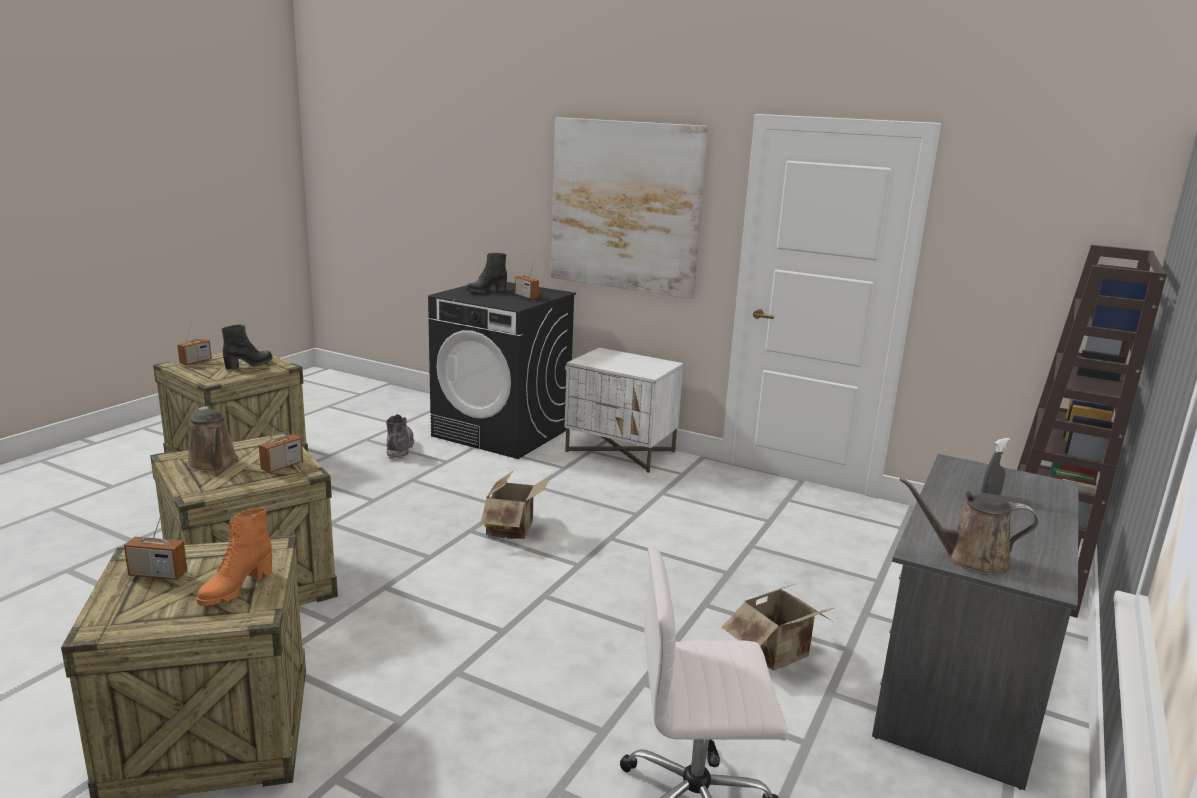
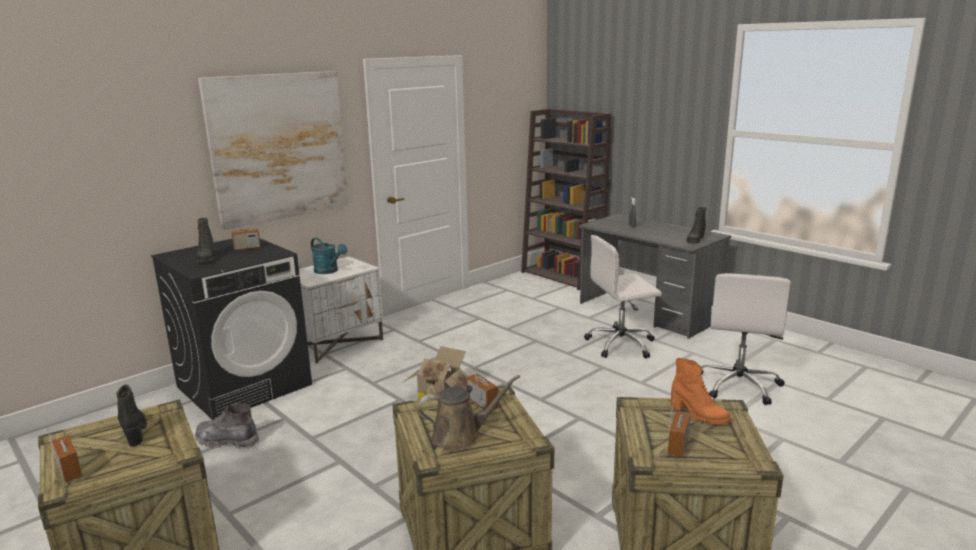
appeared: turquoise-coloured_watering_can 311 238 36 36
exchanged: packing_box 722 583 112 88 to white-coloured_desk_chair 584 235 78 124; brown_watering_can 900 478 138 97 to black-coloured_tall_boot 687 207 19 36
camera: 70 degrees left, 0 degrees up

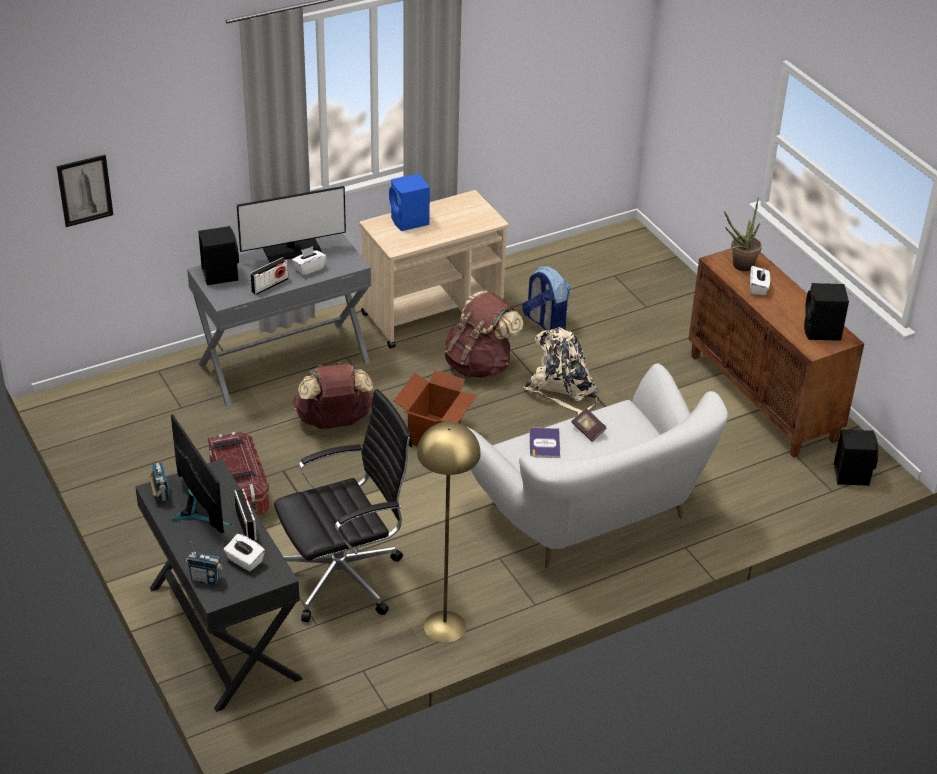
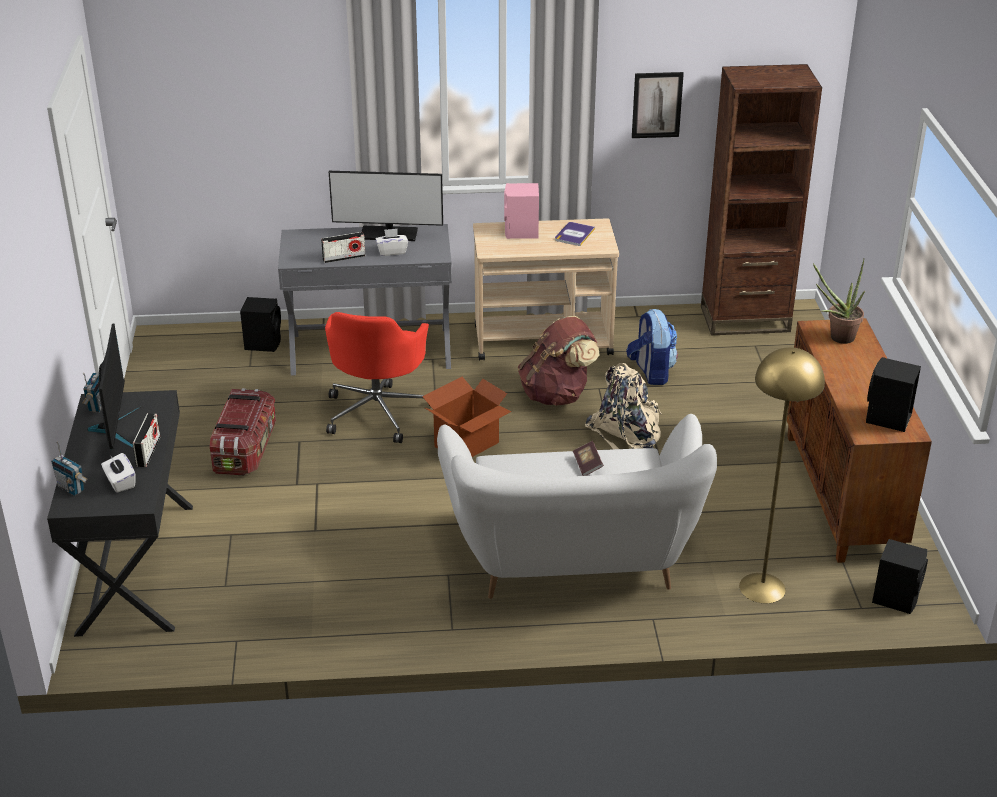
missing: black-coloured_desk_chair 274 389 138 233; white-coloured_box_of_tissues 750 266 20 29
appeared: brown_shelving_unit 701 64 121 271
relocated: wall_picture 57 155 56 72 to 632 72 52 66; black-coloured_loudspeaker 198 226 41 59 to 240 297 41 55; yellow_floor_lamp 417 422 64 221 to 739 347 86 257; volume 530 428 30 30 to 555 222 40 24
exchanged: brown_knapsack 293 362 80 67 to red_desk_chair 325 312 105 131
colour: bluish_loudspeaker 389 174 41 57 to pink-coloured_loudspeaker 504 183 35 56
camera: 25 degrees right, 5 degrees down

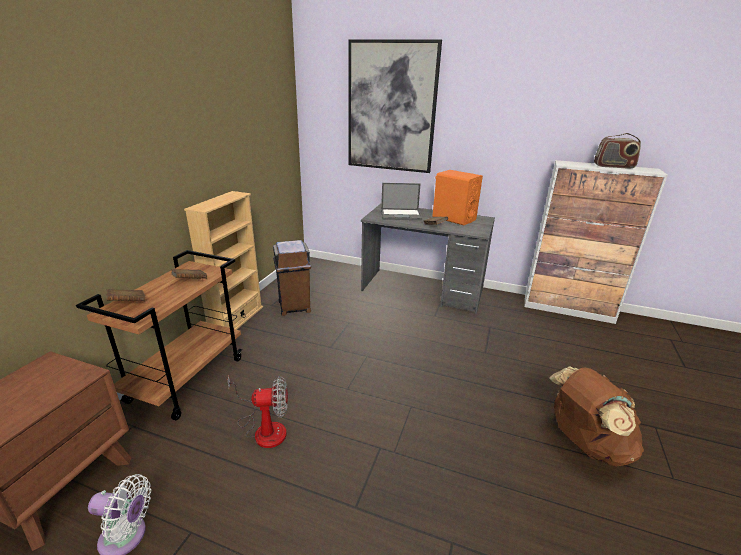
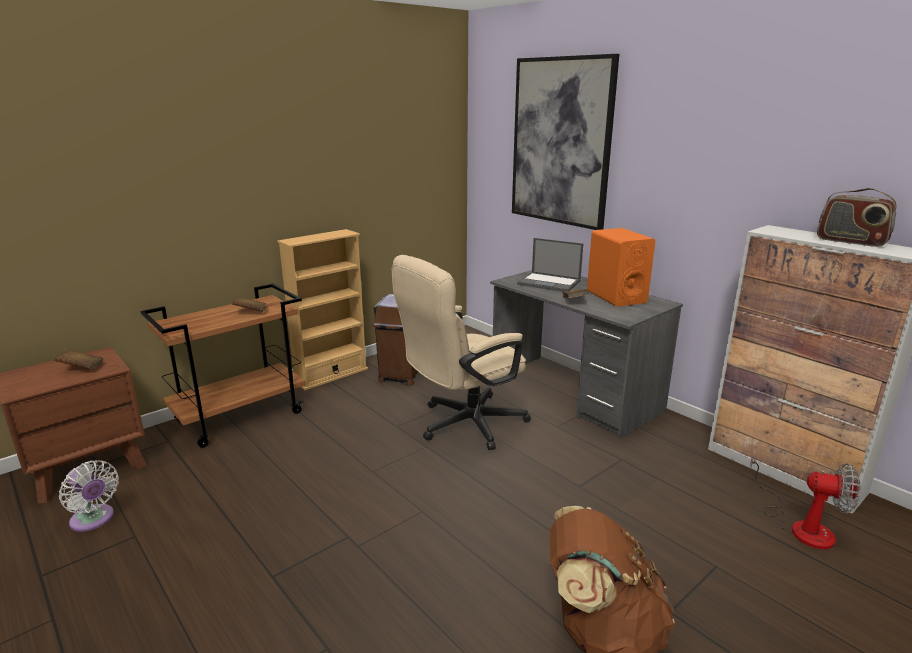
appeared: sand-coloured_desk_chair 392 255 139 195
relocated: brown_volume 106 289 39 12 to 55 350 49 20; electric_fan 227 376 61 72 to 750 453 110 96
camera: 30 degrees right, 5 degrees down

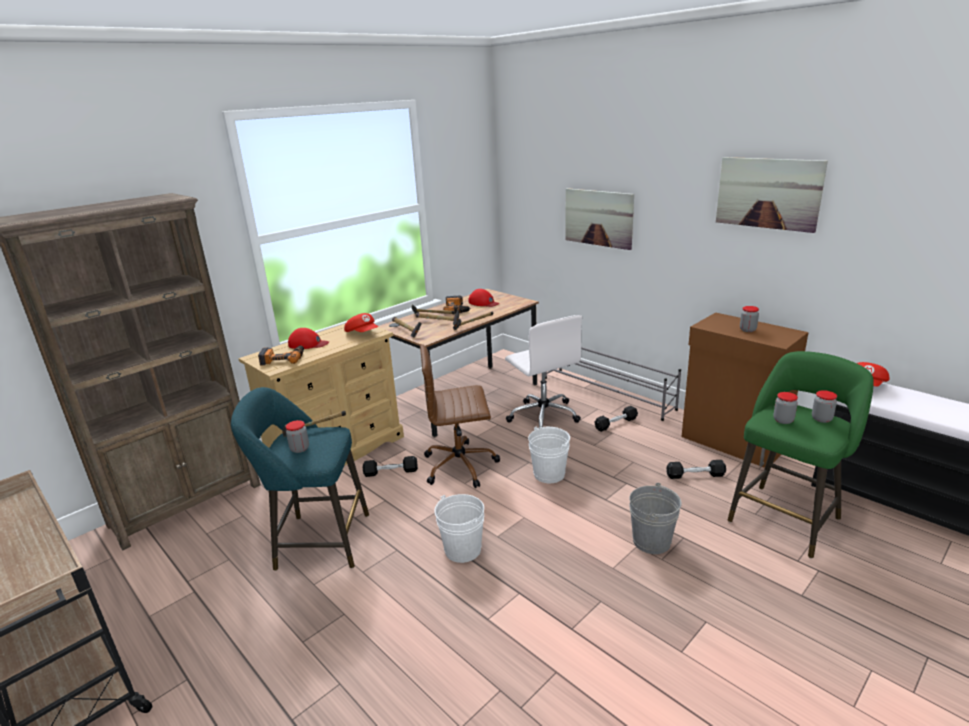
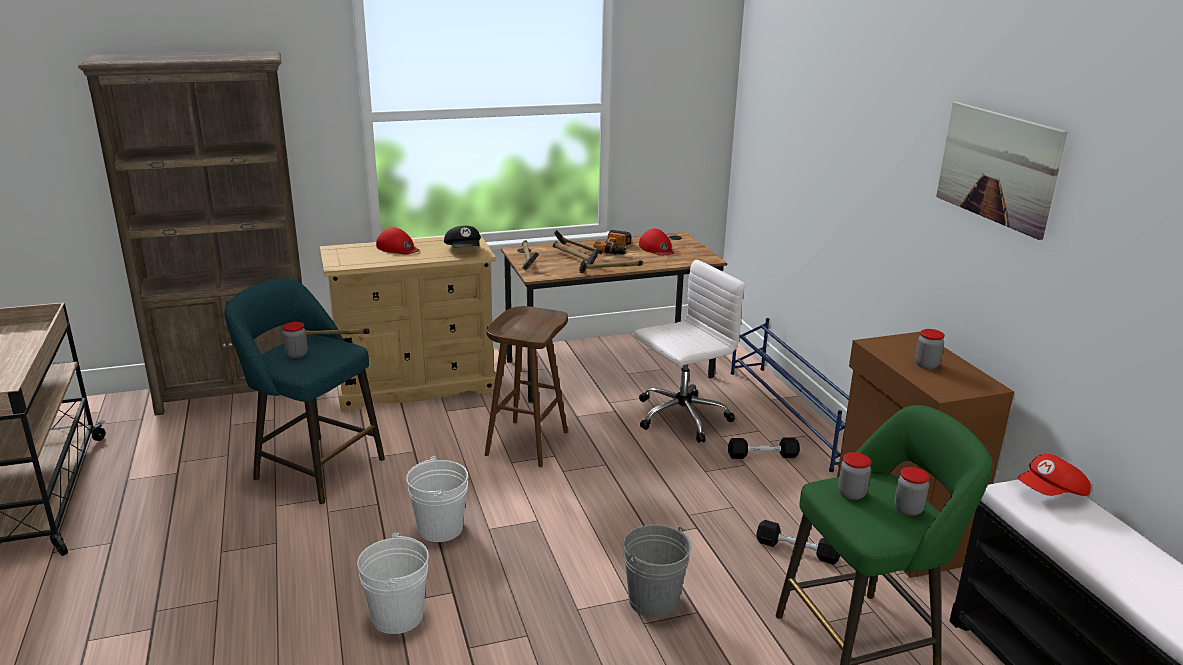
missing: drill 258 345 46 20; black-coloured_free_weight 363 456 55 21; wall_picture 565 188 69 62
relocated: white-coloured_pail 528 427 42 56 to 357 533 72 101
exchanged: brown_desk_chair 420 344 80 144 to brown_stool 485 306 83 161
colour: red_cap 344 313 35 19 to black-coloured_cap 444 226 37 22; grey_shoe_rack 545 347 136 74 to bluish_shoe_rack 731 318 118 154
spun: white-coloured_desk_chair 505 315 77 114 = 634 260 111 183 120 degrees counterclockwise
camera: 25 degrees right, 0 degrees up

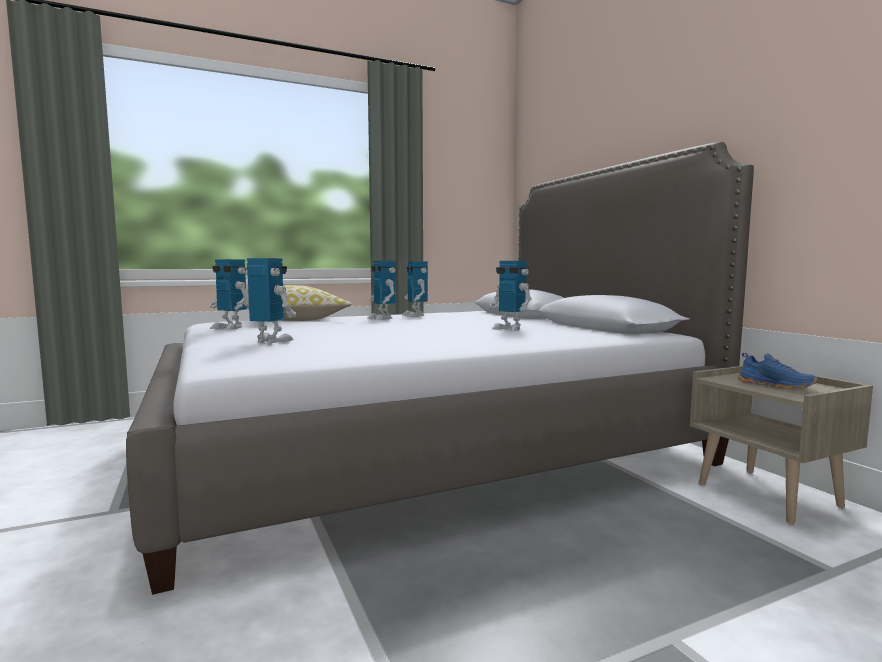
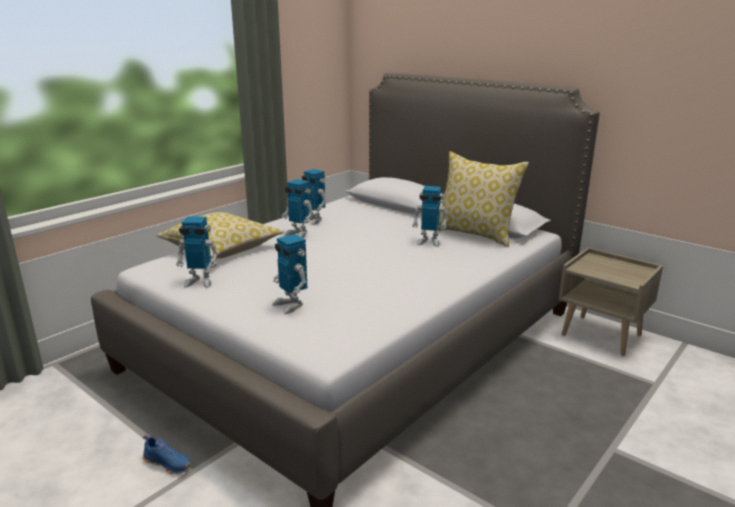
appeared: pillow 437 151 92 96
relocated: bluish_item_of_footwear 738 353 79 36 to 143 435 49 39
spun: model_robot 244 258 52 85 = 272 234 35 80 120 degrees counterclockwise
camera: 25 degrees left, 15 degrees up

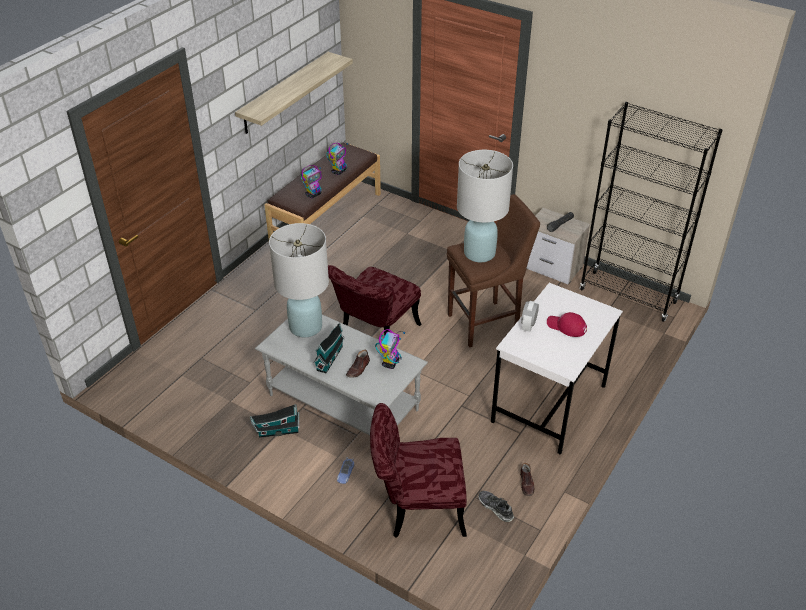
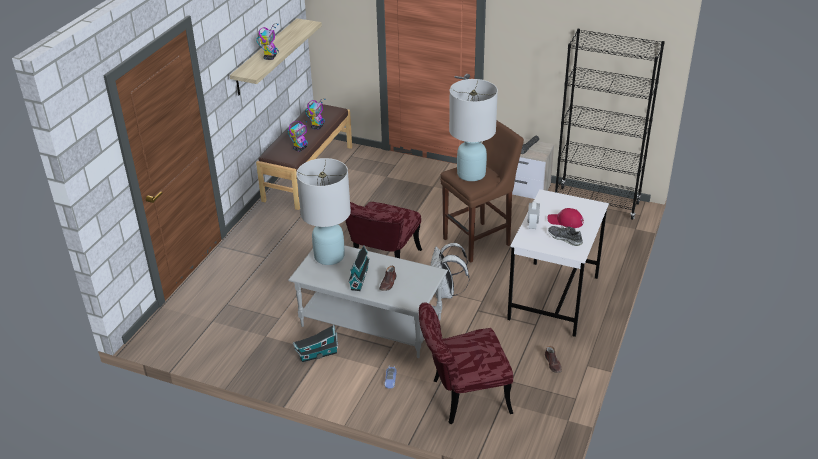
appeared: white-coloured_knapsack 430 243 40 56
relocated: model_robot 375 329 30 40 to 256 24 23 36; item_of_footwear 478 491 36 31 to 548 226 35 20
camera: 10 degrees left, 5 degrees down

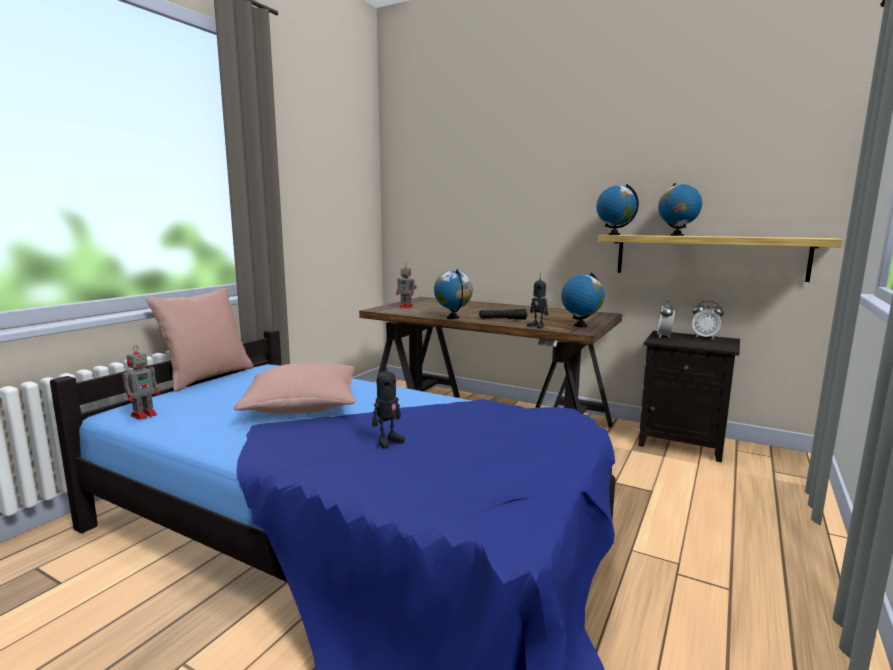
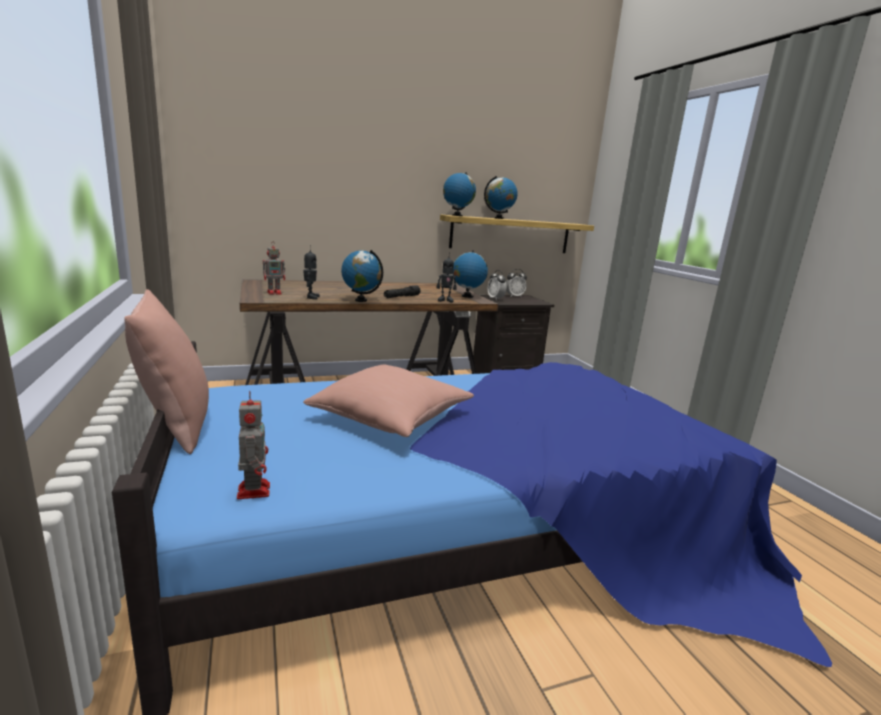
relocated: model_robot 372 360 33 89 to 303 245 17 55
camera: 50 degrees left, 5 degrees up

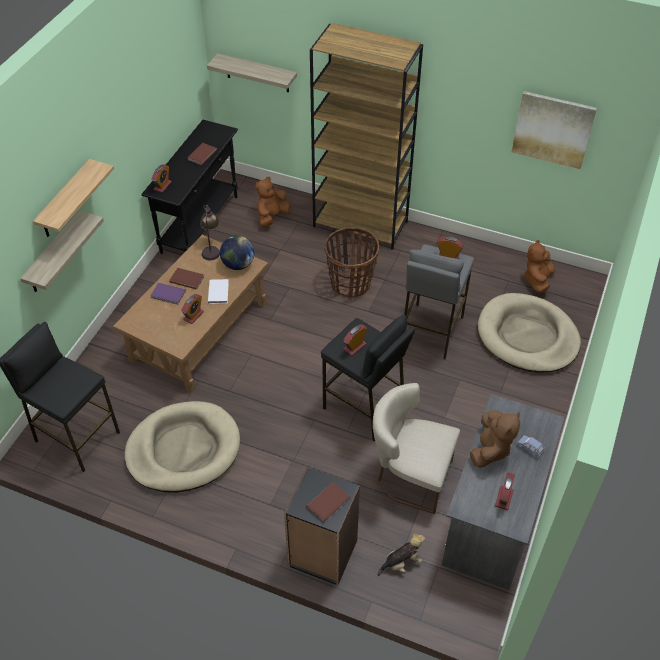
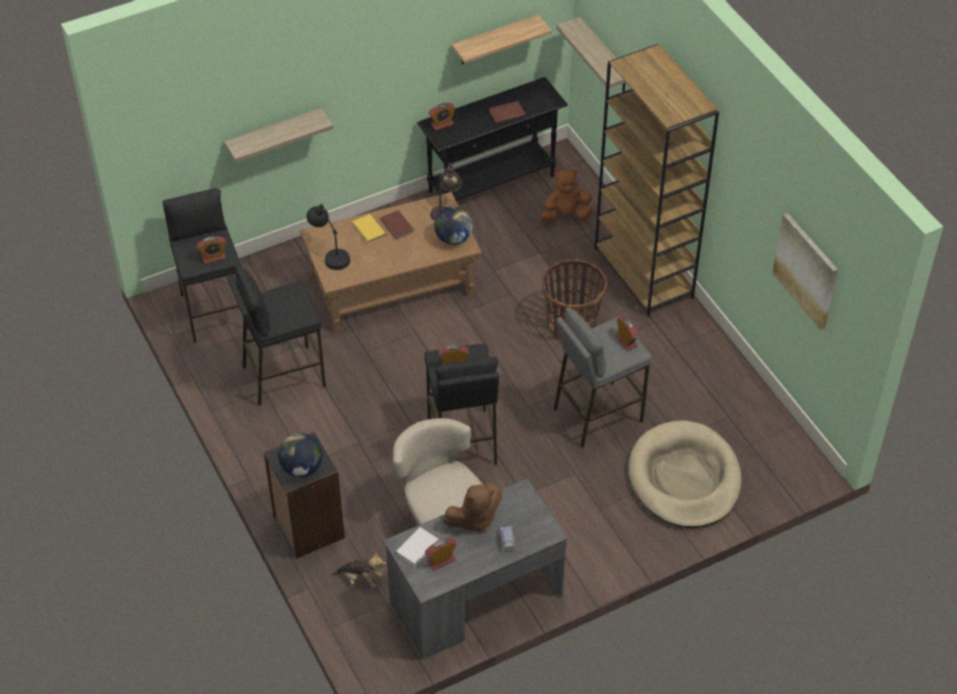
missing: brown_plush_toy 523 240 32 53
appeared: black-coloured_lamp_for_a_table 306 204 44 66
relocated: shelf 33 159 81 78 to 452 15 100 49; alarm_clock 181 294 23 30 to 197 236 29 28; white-coloured_volume 208 279 21 25 to 396 527 43 39
exchanged: sand-coloured_dog_bed 125 401 115 92 to black-coloured_stool 227 265 99 141; brown_volume 306 482 44 40 to globe 278 433 45 44
colour: purple-coloured_volume 150 283 36 22 to yellow_volume 352 214 34 30
camera: 40 degrees right, 0 degrees up

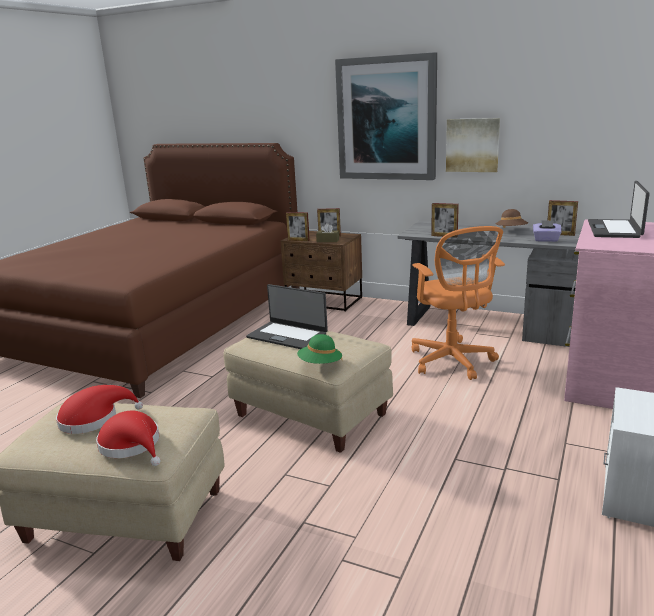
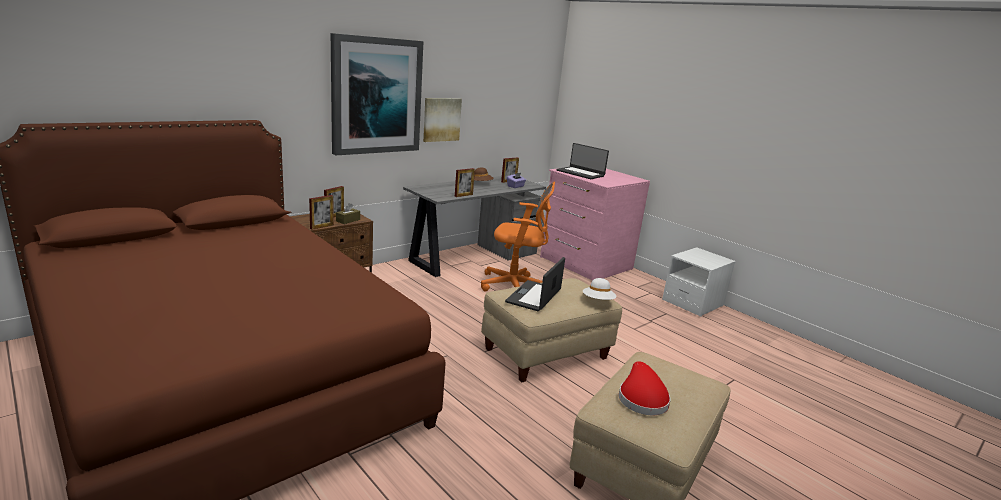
missing: red_hat 96 411 64 55
colour: greenish_hat 297 334 45 30 to white-coloured_hat 583 278 34 22
spun: portable_computer 246 284 82 65 = 505 257 60 54 150 degrees clockwise
camera: 70 degrees left, 0 degrees up

